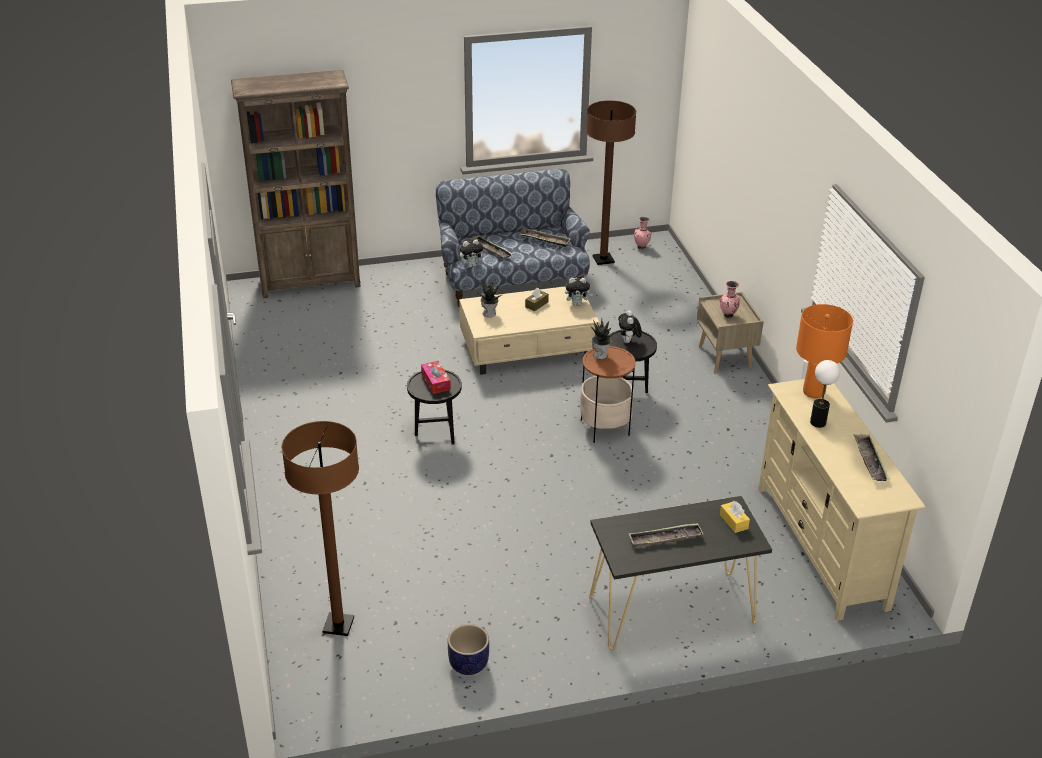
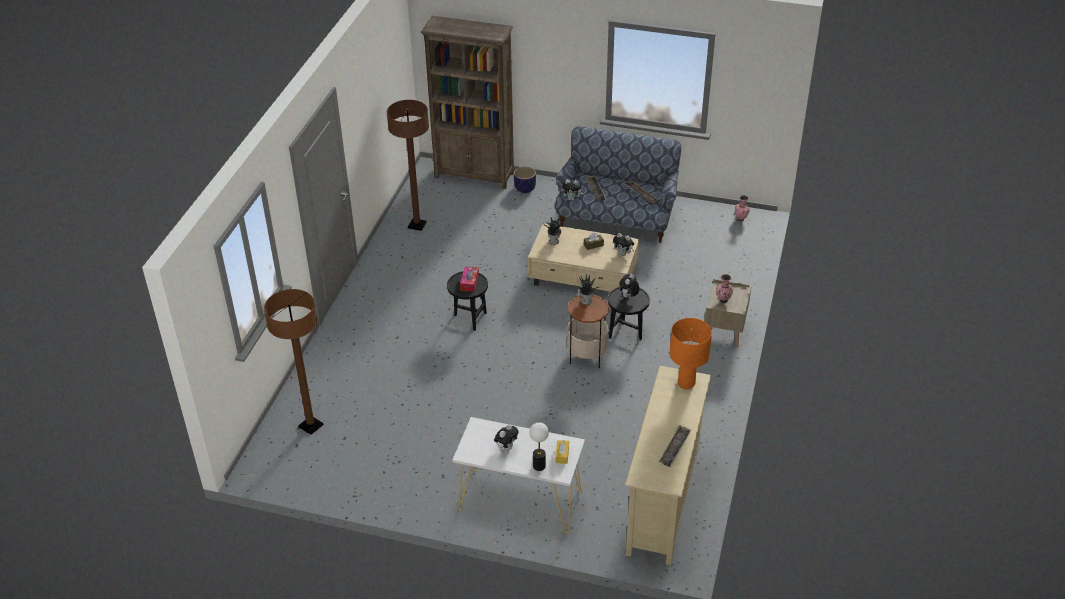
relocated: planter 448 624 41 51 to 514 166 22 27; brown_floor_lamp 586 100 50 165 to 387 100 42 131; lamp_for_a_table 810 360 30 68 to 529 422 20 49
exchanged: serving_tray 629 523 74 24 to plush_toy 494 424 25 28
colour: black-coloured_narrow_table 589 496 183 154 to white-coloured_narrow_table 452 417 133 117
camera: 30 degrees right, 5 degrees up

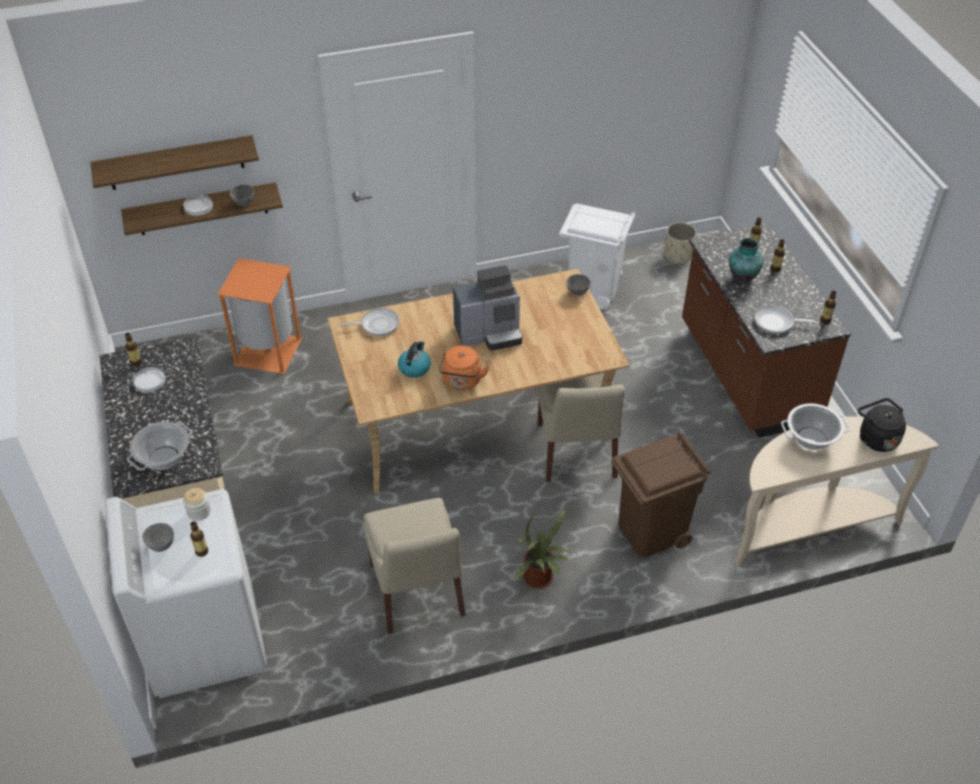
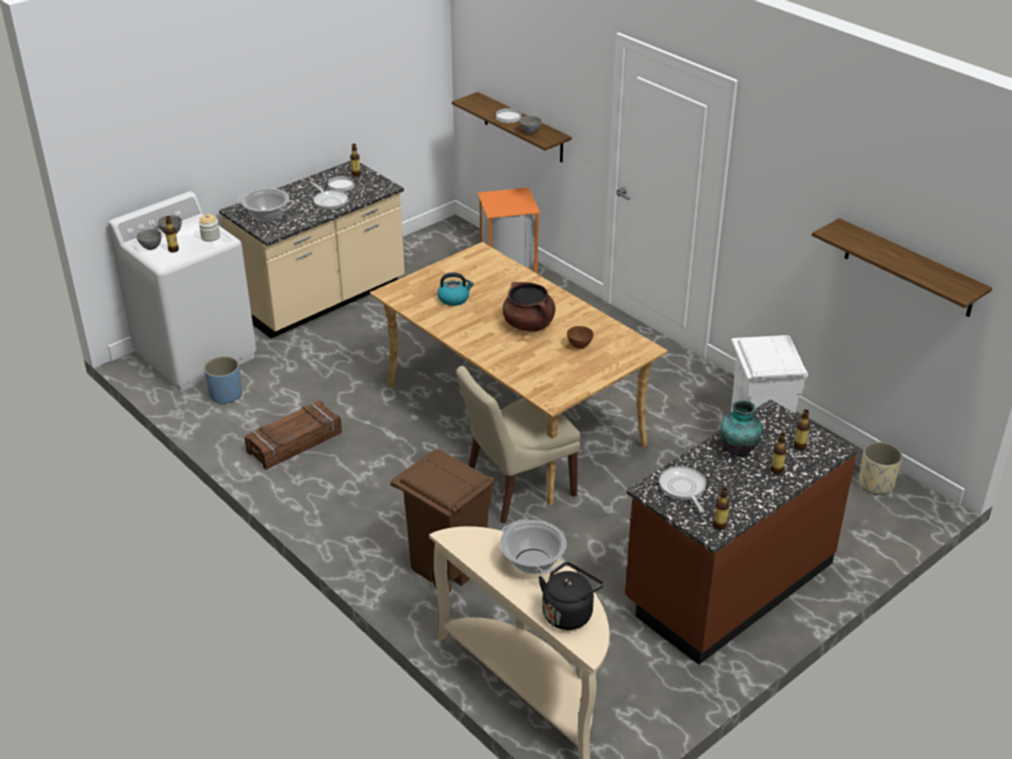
missing: orange-coloured_kettle 439 346 51 44; plant_in_a_pot 514 508 57 81
appeared: bluish_planter 204 356 38 49; brown_serving_bowl 567 326 27 23
relocated: shelf 90 135 169 55 to 812 218 180 99; frying_pan 340 308 59 28 to 313 183 35 27; grey_serving_bowl 566 274 24 22 to 136 229 26 21
exchanged: sand-coloured_chair 363 498 103 136 to shipping_crate 244 401 98 69; coffee_maker 453 265 69 86 to brown_cooking_pot 502 282 53 50
camera: 65 degrees right, 10 degrees down

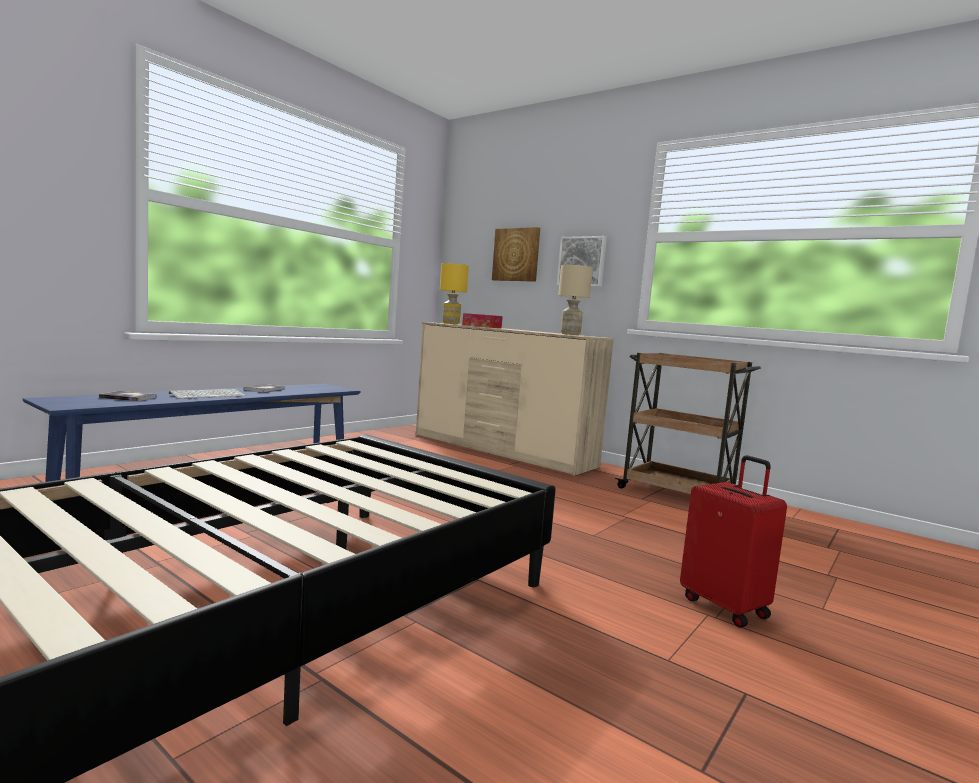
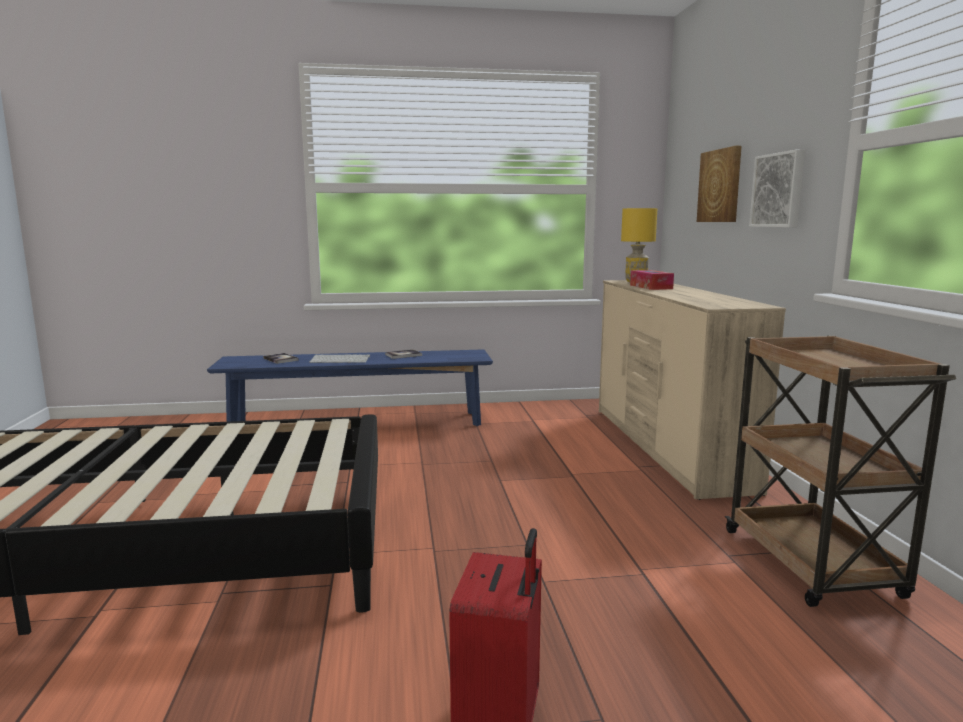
missing: sand-coloured_lamp_for_a_table 558 265 35 70
camera: 45 degrees right, 5 degrees up

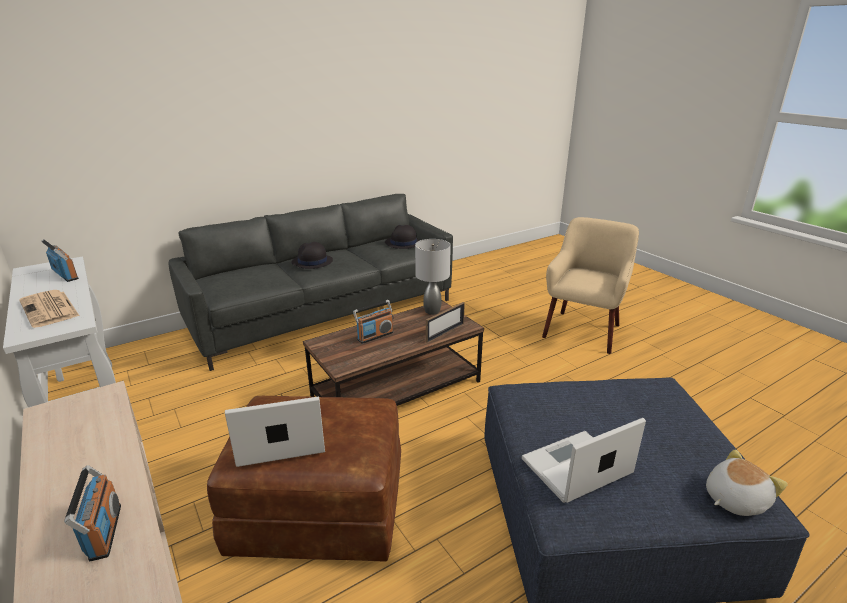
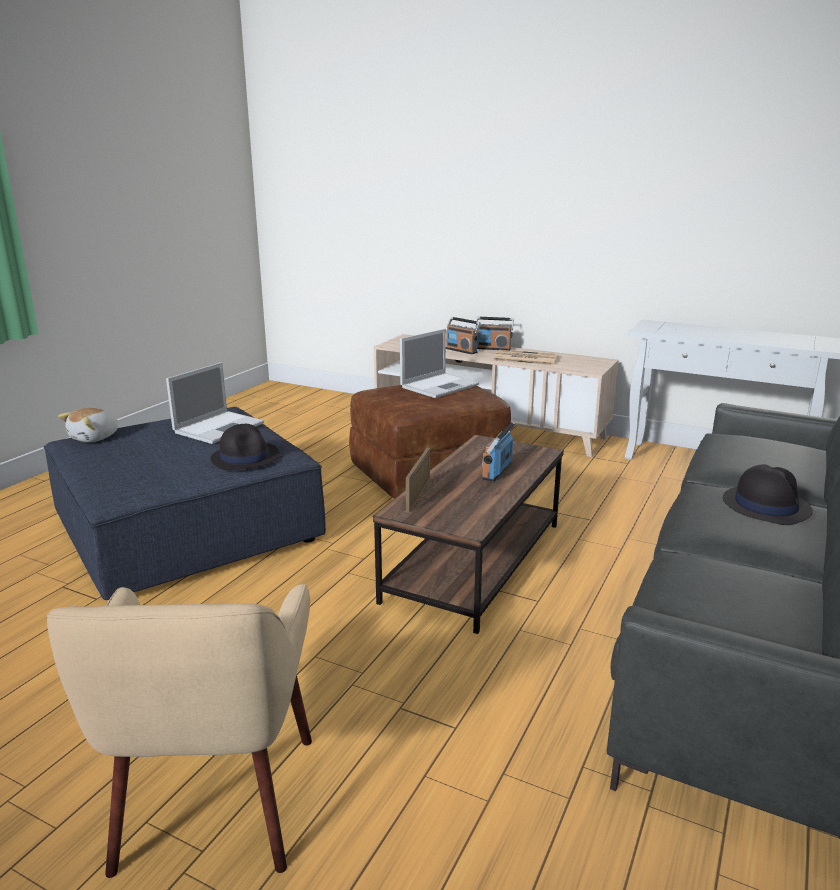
missing: grey_lamp_for_a_table 415 239 36 76
relocated: newspaper 19 290 61 38 to 493 350 65 15; radio_receiver 41 239 38 43 to 475 317 39 33; black-coloured_hat 385 225 35 24 to 211 424 69 46
camera: 150 degrees right, 5 degrees down

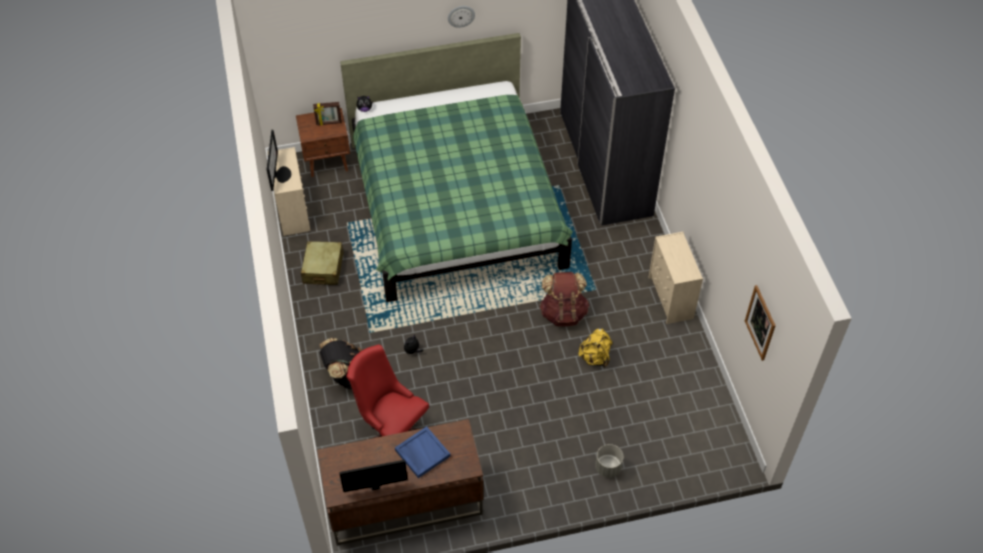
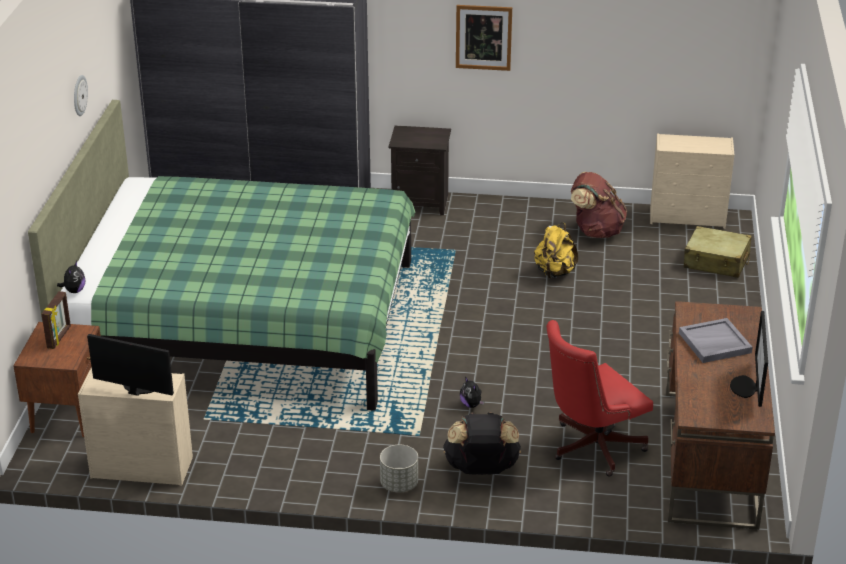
appeared: black-coloured_night_table 388 126 63 89
relocated: sand-coloured_suitcase 301 241 43 44 to 684 226 68 52; brown_knapsack 540 272 49 55 to 571 172 56 66; grey_planter 595 444 28 34 to 380 445 38 47; sand-coloured_drawer_chest 648 232 55 92 to 650 133 84 96; wall_picture 745 285 31 76 to 456 5 56 66
colour: bluish_serving_tray 395 426 55 52 to grey_serving_tray 679 318 74 45
camera: 70 degrees left, 20 degrees down

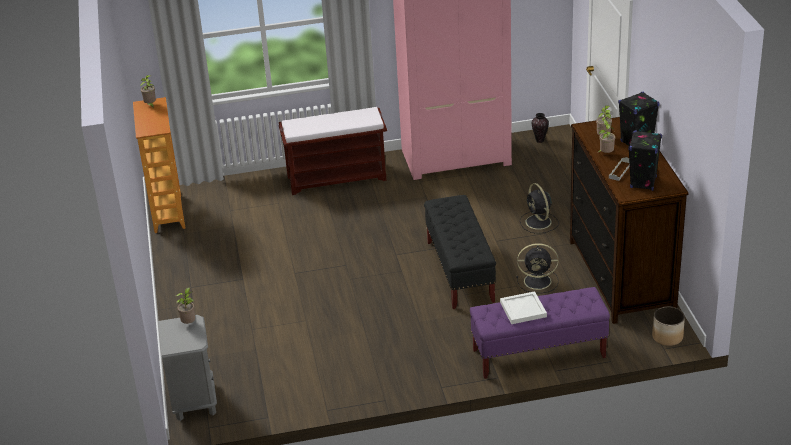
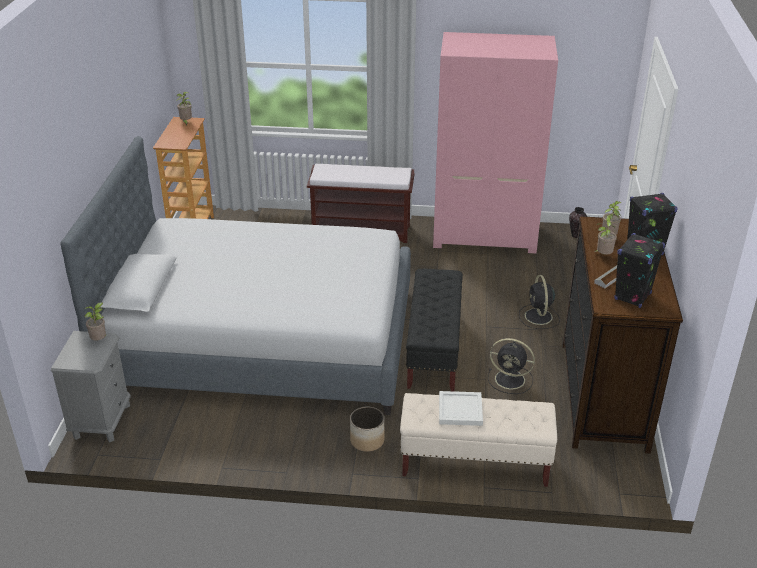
appeared: sleeping_bed 61 136 350 279
relocated: planter 652 306 33 40 to 350 407 35 45
colour: purple-coloured_bench 470 287 140 92 to sand-coloured_bench 400 393 157 94
camera: 15 degrees right, 0 degrees up

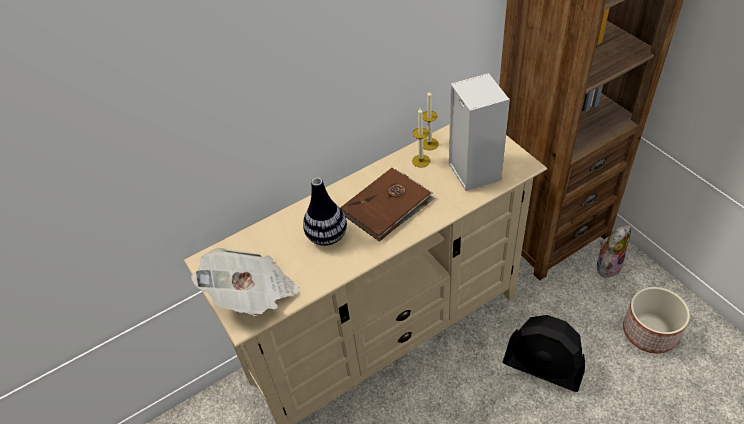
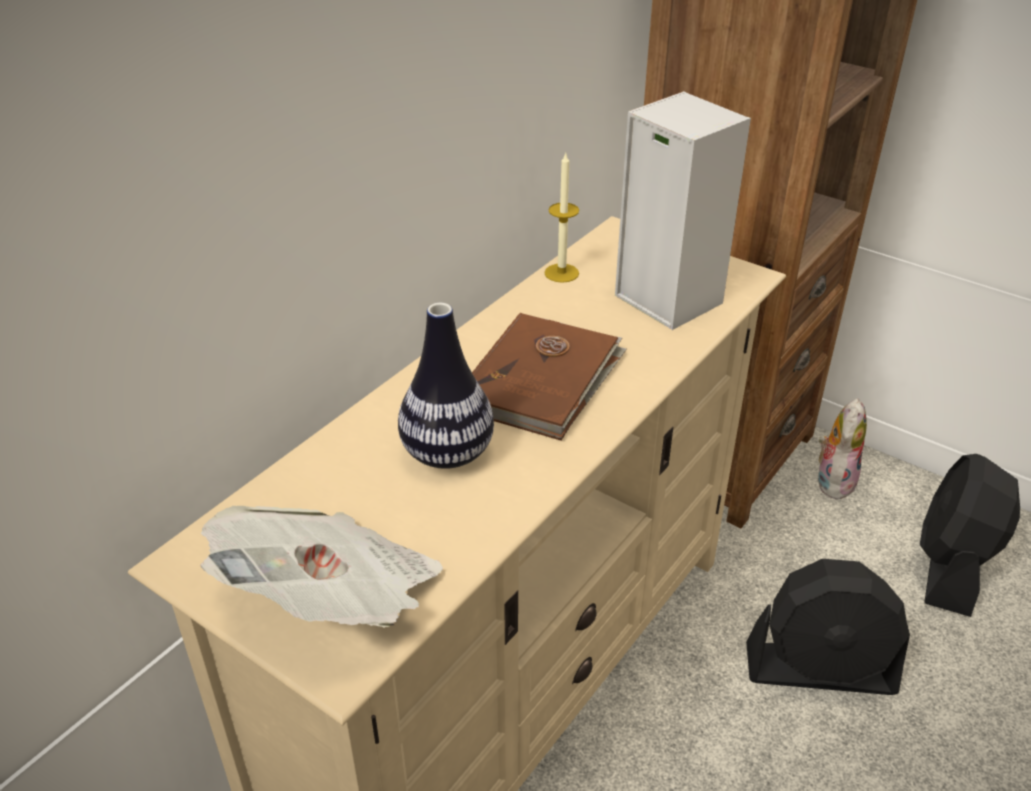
missing: candle 412 108 18 60
exchanged: planter 623 287 67 67 to black-coloured_electric_fan 920 454 100 163
camera: 25 degrees left, 10 degrees down

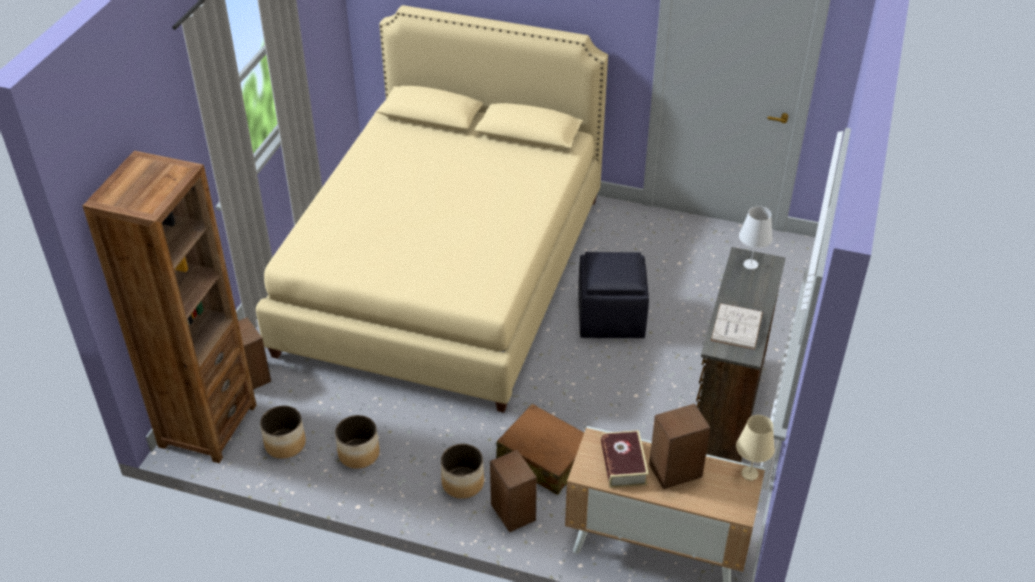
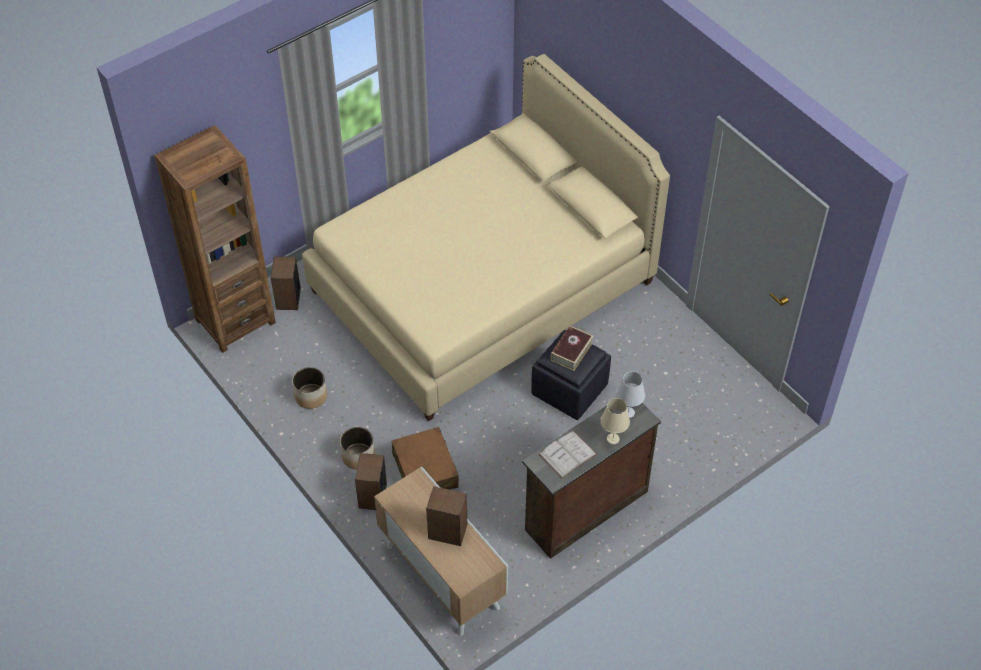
missing: planter 260 406 46 53
relocated: volume 601 430 48 58 to 550 326 43 45; sand-coloured_lamp_for_a_table 736 415 39 66 to 600 398 30 47
camera: 35 degrees right, 10 degrees up

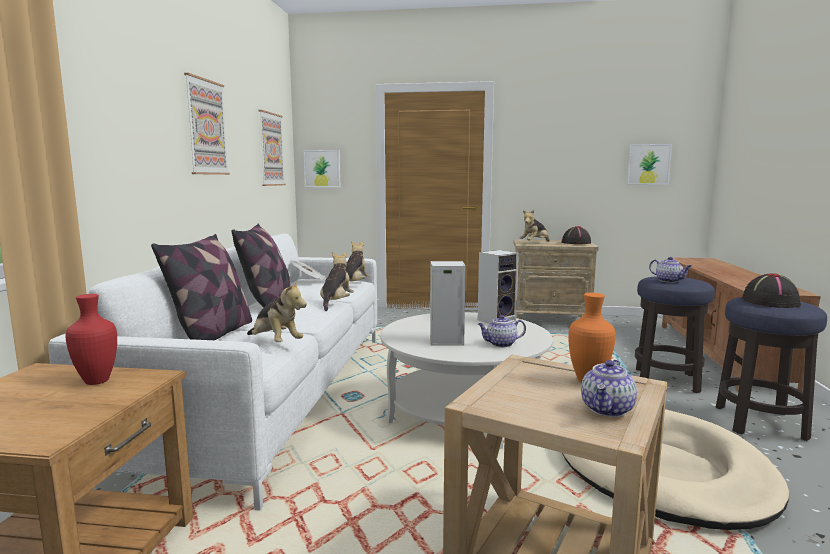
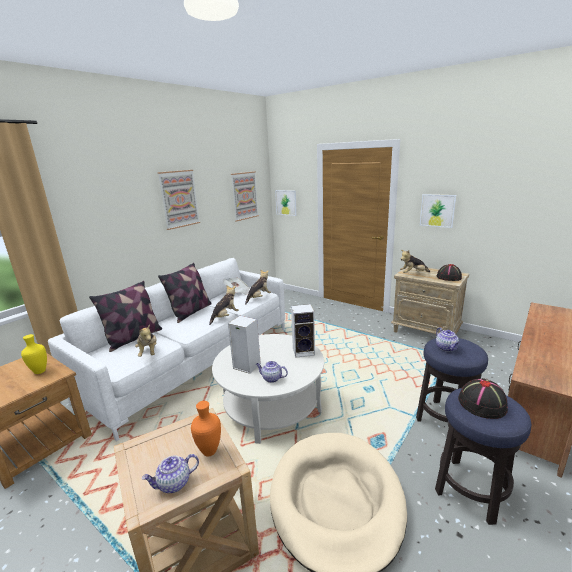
relocated: wall_picture 627 144 45 40 to 420 194 36 34
colour: red_vase 65 294 52 91 to yellow_vase 21 334 26 40
camera: 30 degrees right, 10 degrees up

